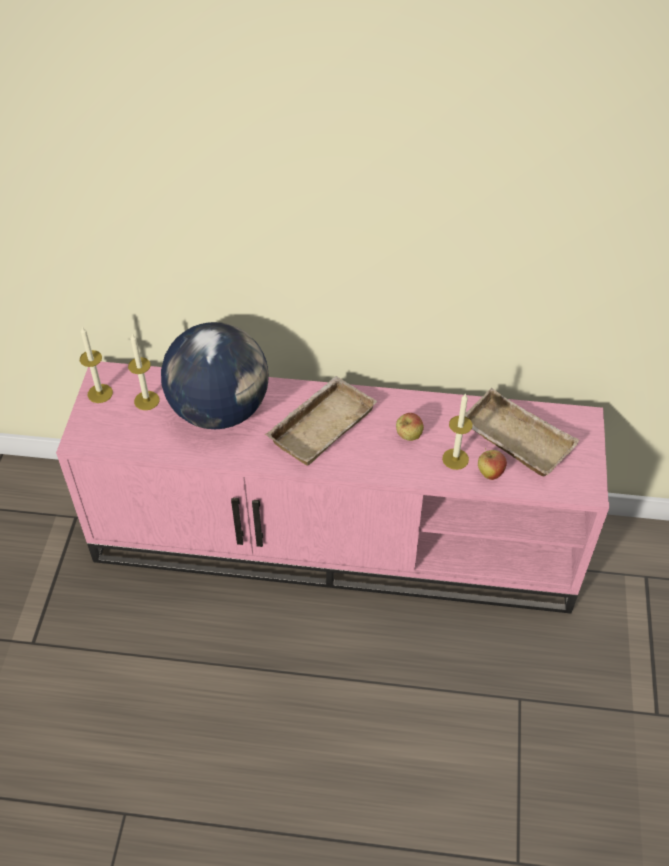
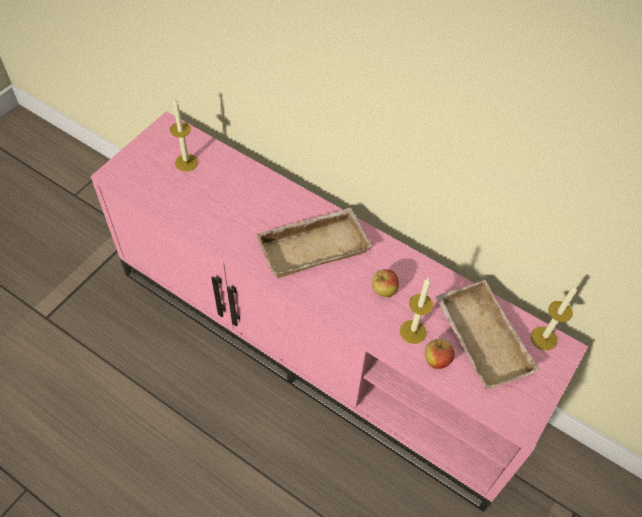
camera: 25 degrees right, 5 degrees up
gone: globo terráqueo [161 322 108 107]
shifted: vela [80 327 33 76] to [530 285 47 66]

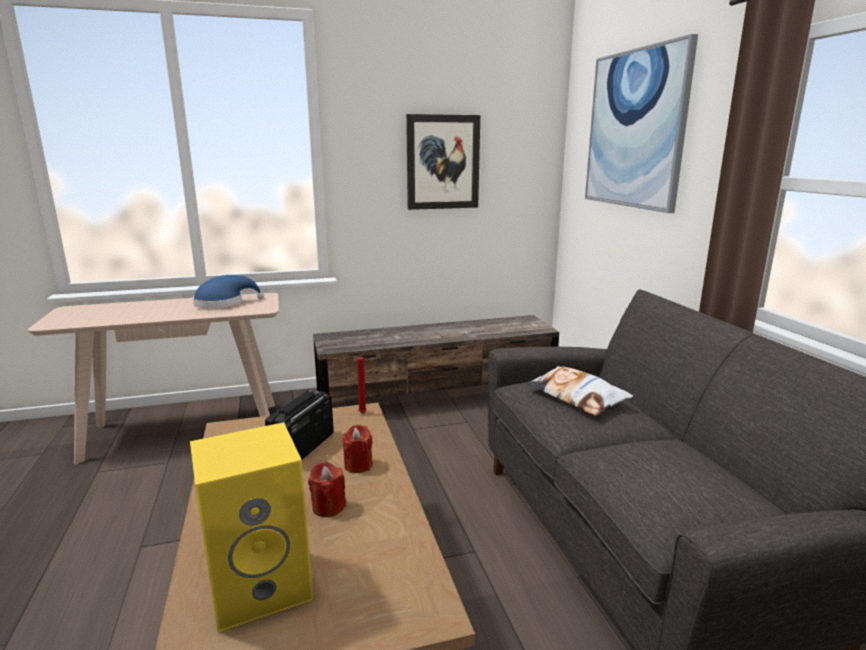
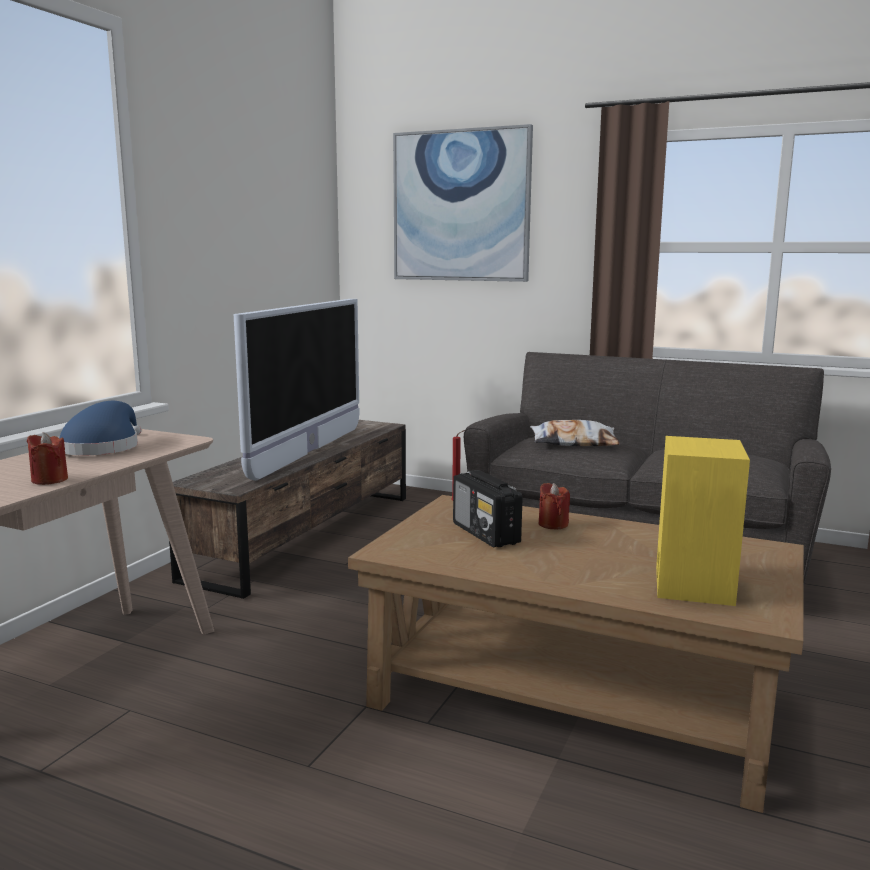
camera: 50 degrees left, 5 degrees down
gone: cuadro [406 114 74 96]
new: televisor [234 299 125 182]
shifted: vela/rojo [308 461 38 56] to [26 432 42 53]

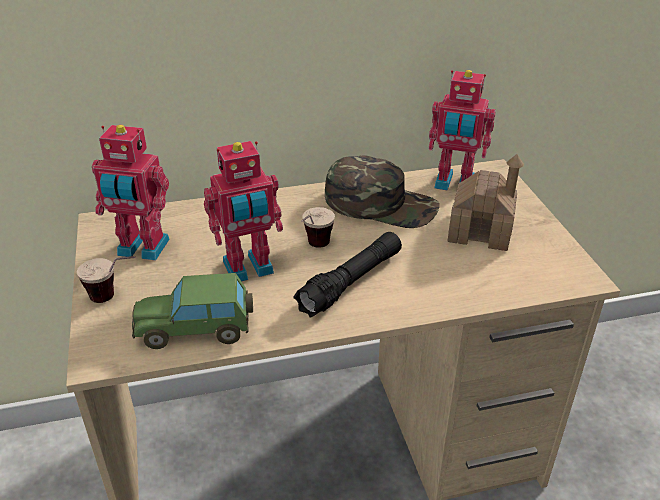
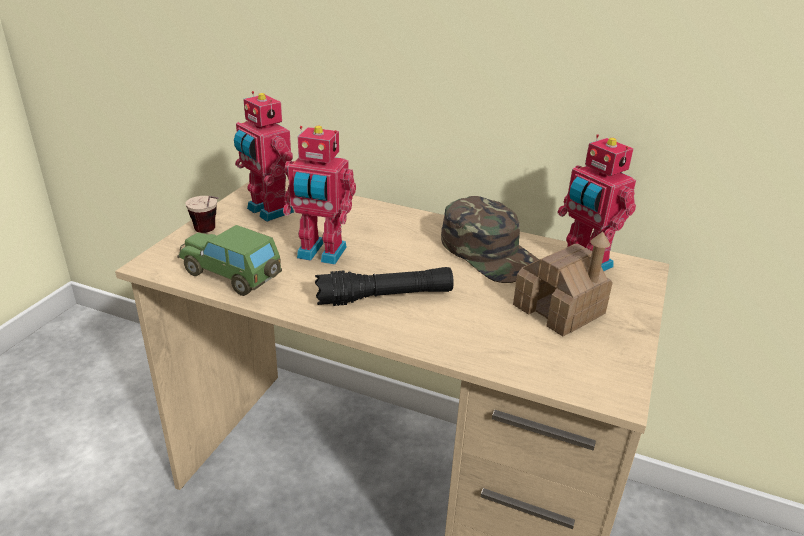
camera: 35 degrees right, 5 degrees down
gone: taza [301 207 34 41]

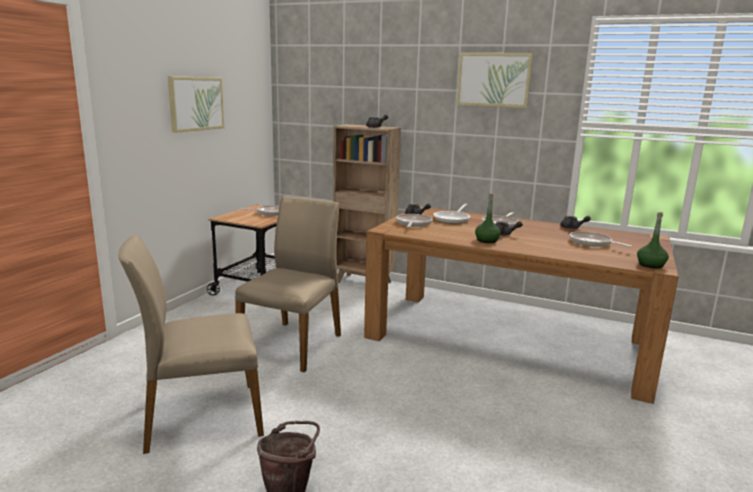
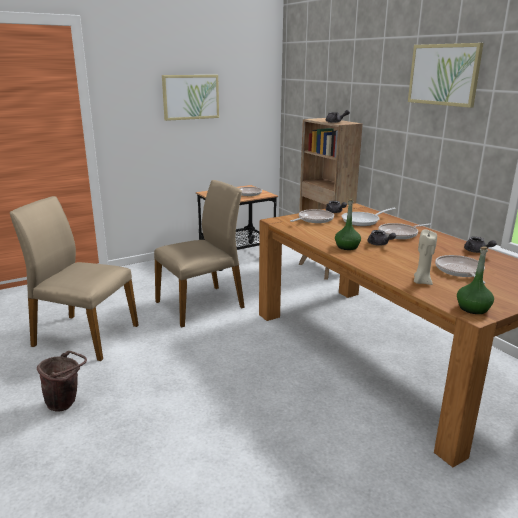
camera: 35 degrees right, 5 degrees up
new: vela/beis [414 230 23 55]

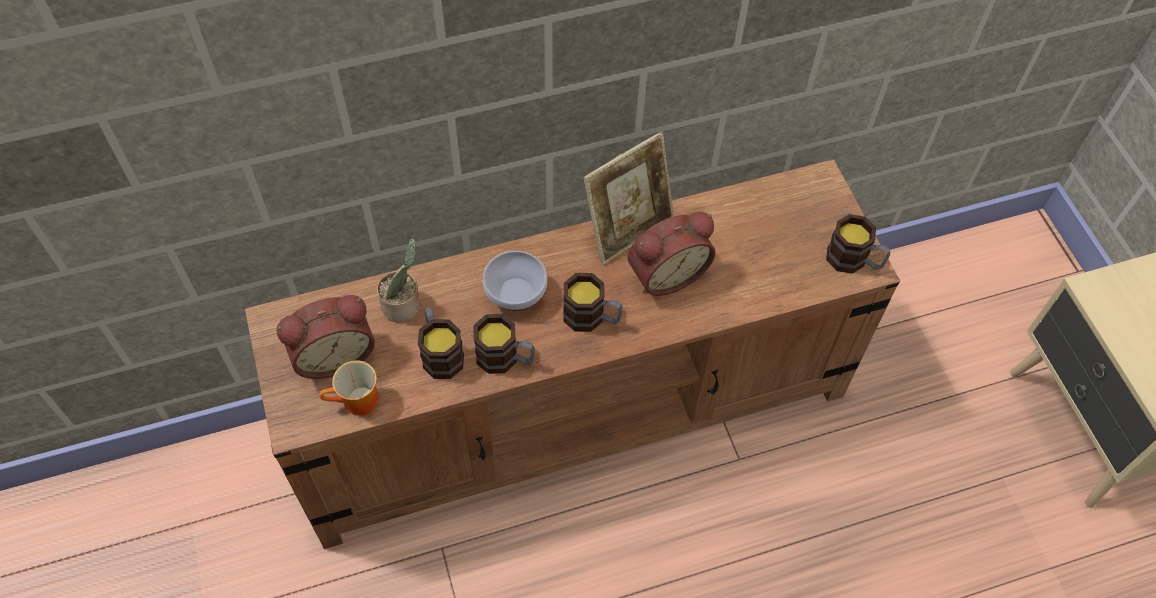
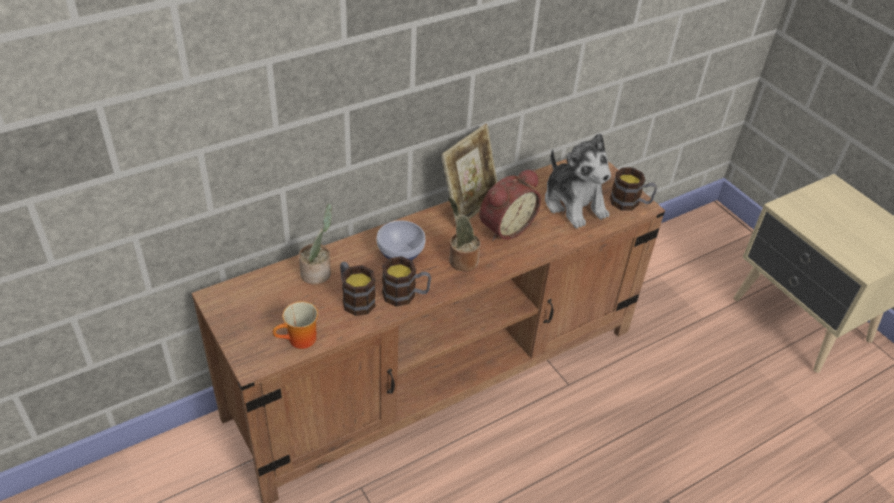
camera: 15 degrees left, 15 degrees down
gone: despertador [276 295 99 84]
new: peluche [545 133 66 95]
swapped: taza grande [563 273 60 59] to planta en maceta [448 197 32 75]

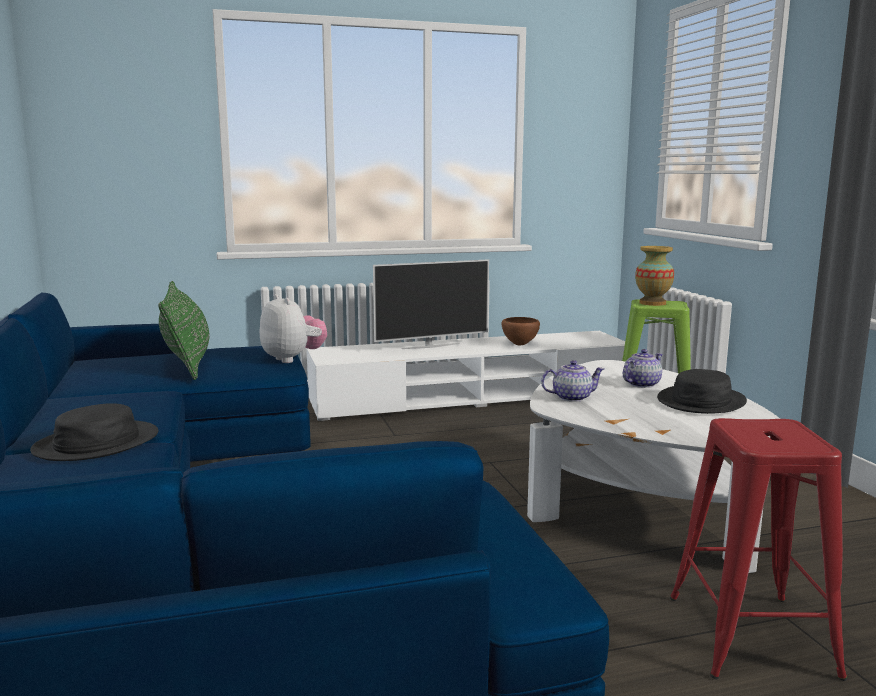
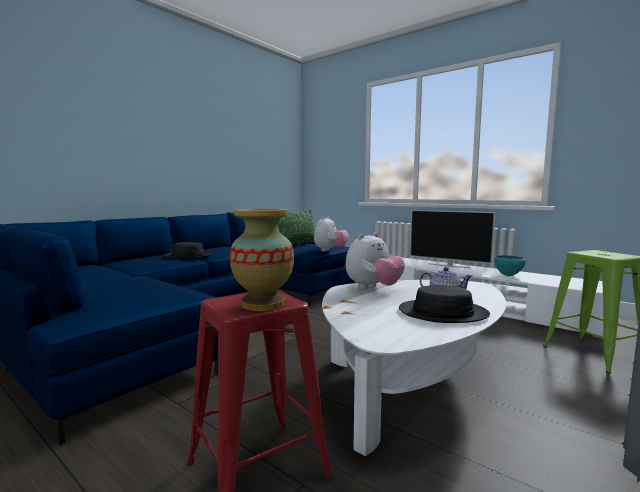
camera: 55 degrees right, 5 degrees down
shifted: florero [635 246 39 60] to [230 209 64 102]
swapped: tetera [541 360 63 42] to peluche [346 233 59 56]
repainted: cuenco/marrón [501 317 39 28] to cuenco/turquesa [494 255 32 21]

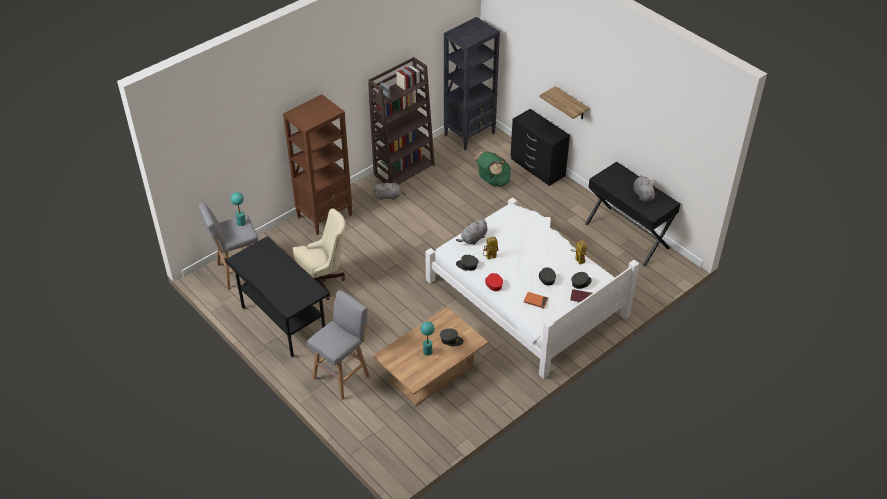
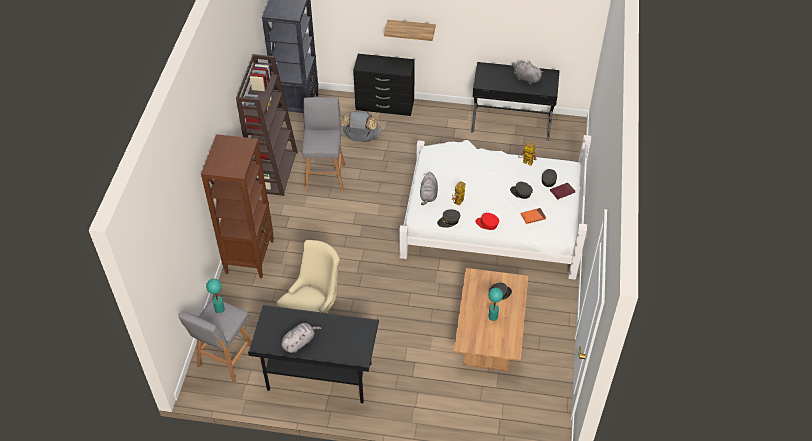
camera: 40 degrees left, 5 degrees up
shifted: peluche/gris [373 183 33 17] to [281 323 40 30]; taburete/gris [307 290 63 110] to [302 97 43 94]
repainted: mochila/verde [473 151 38 36] to mochila/gris [341 111 40 31]

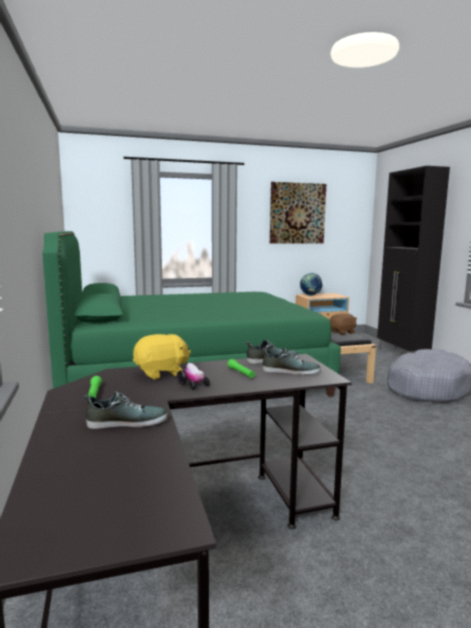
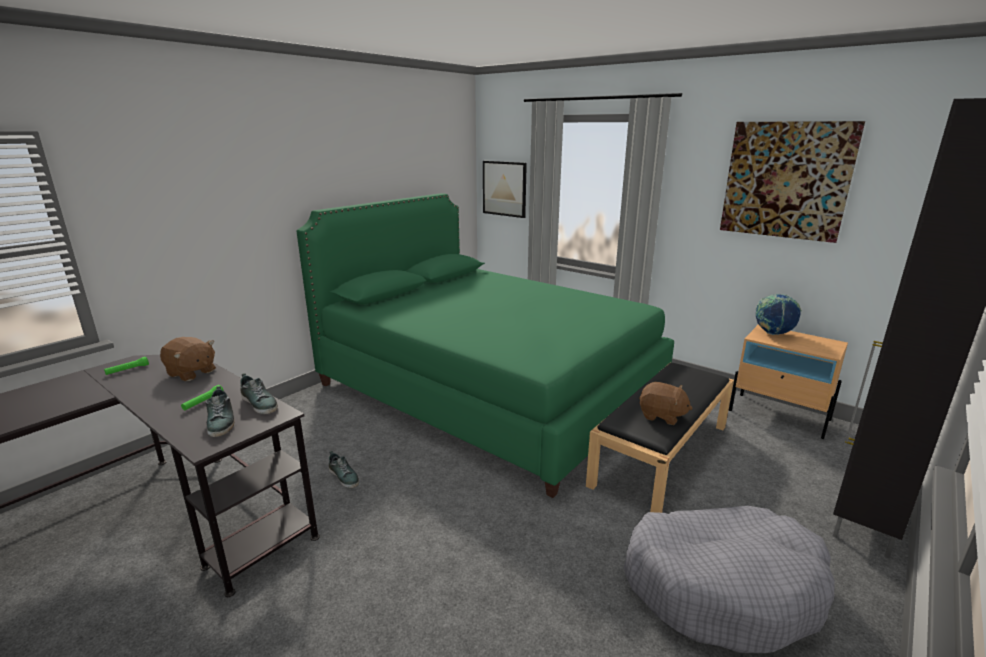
camera: 55 degrees right, 10 degrees up
gone: coche de juguete [177 363 33 27]
new: cuadro [483 161 44 57]
shifted: zapato [84 391 84 38] to [329 451 30 37]
repainted: peluche/amarillo [133 334 58 45] to peluche/marrón [160 337 56 44]

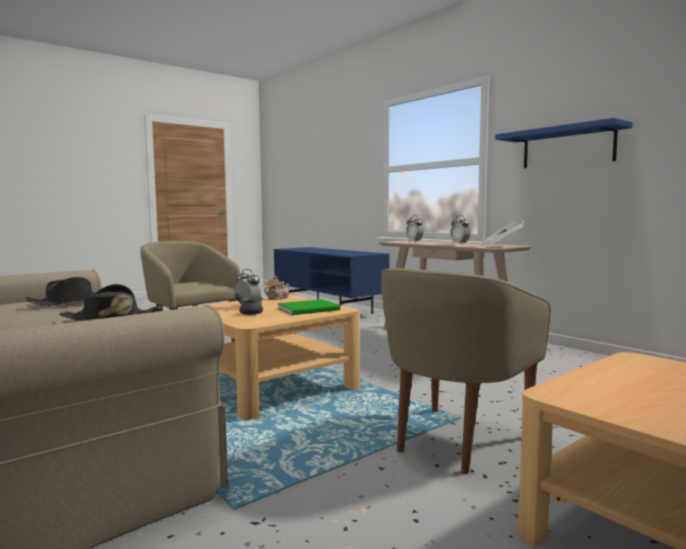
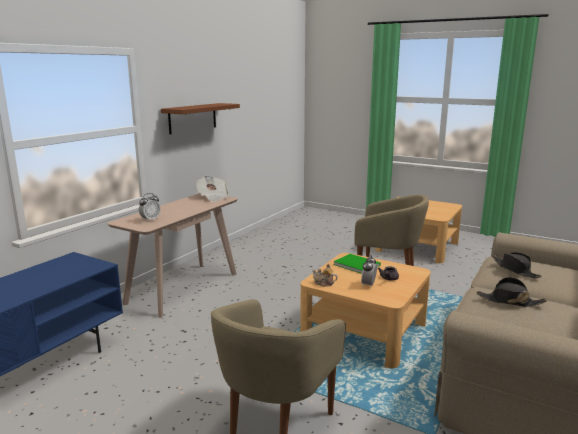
camera: 110 degrees left, 10 degrees up
gone: despertador [450 215 21 30]
repainted: estante/azul [495 118 138 50] to estante/marrón [161 103 79 31]

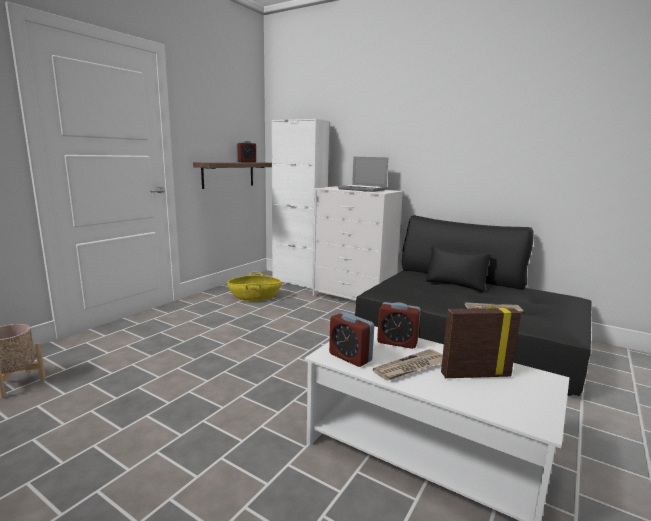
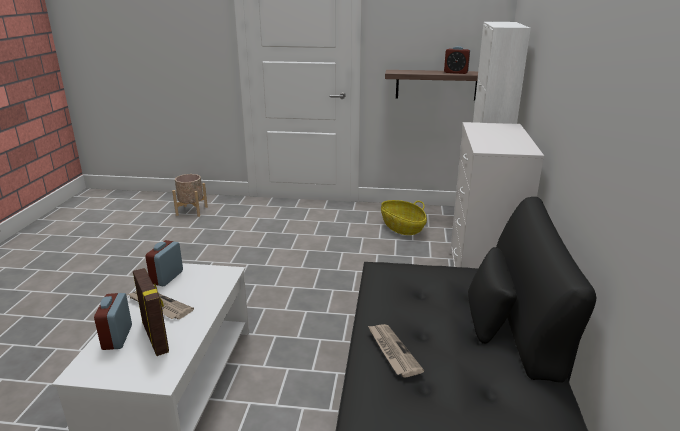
camera: 65 degrees right, 10 degrees up
gone: portátil [338 157 50 35]
shifted: despertador [377 302 44 47] to [94 293 38 57]

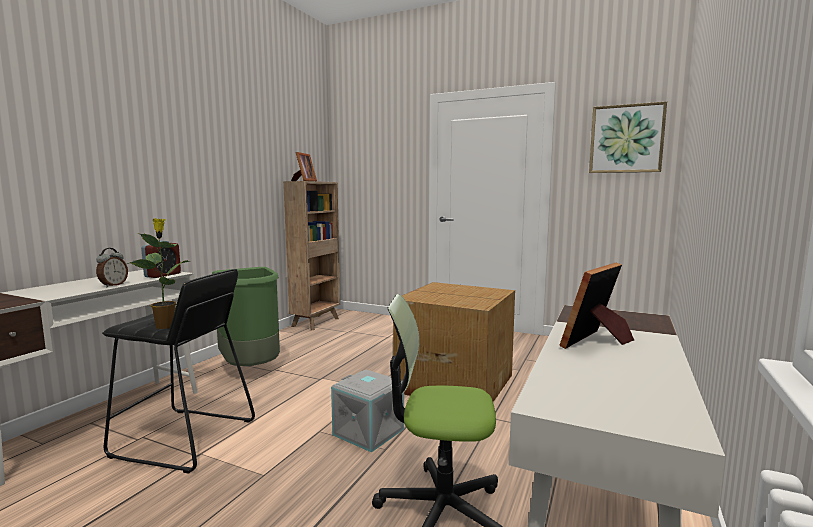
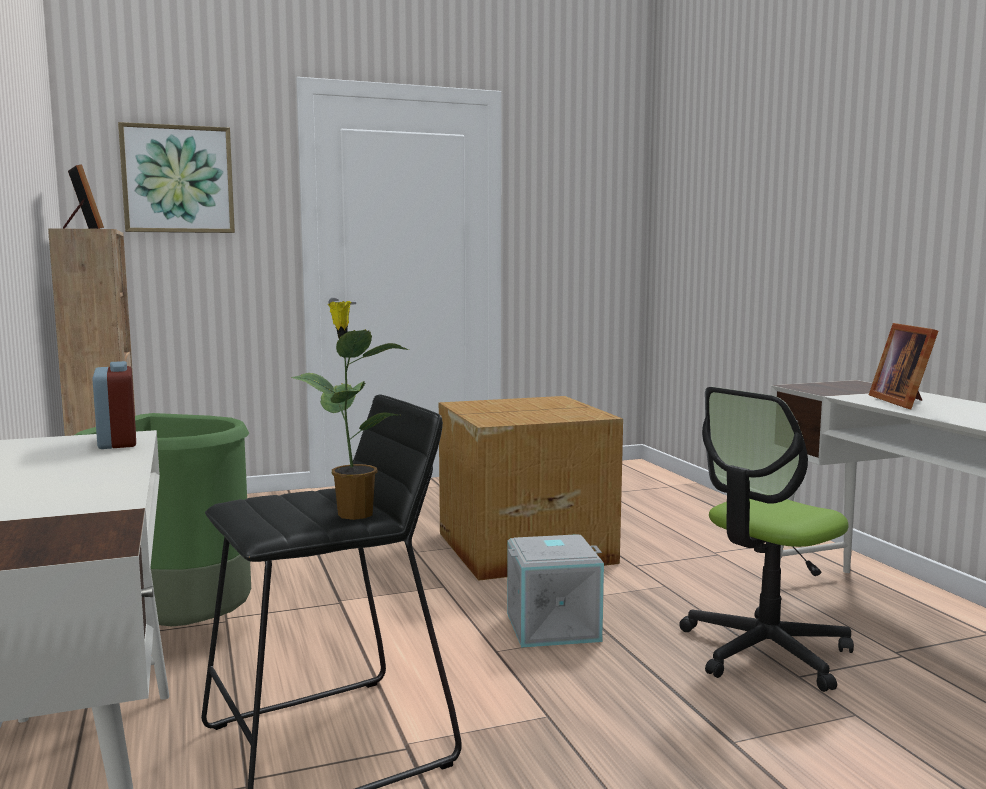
camera: 45 degrees left, 0 degrees up
gone: despertador [96 248 32 40]
shifted: cuadro [589 101 78 72] to [118 122 117 111]

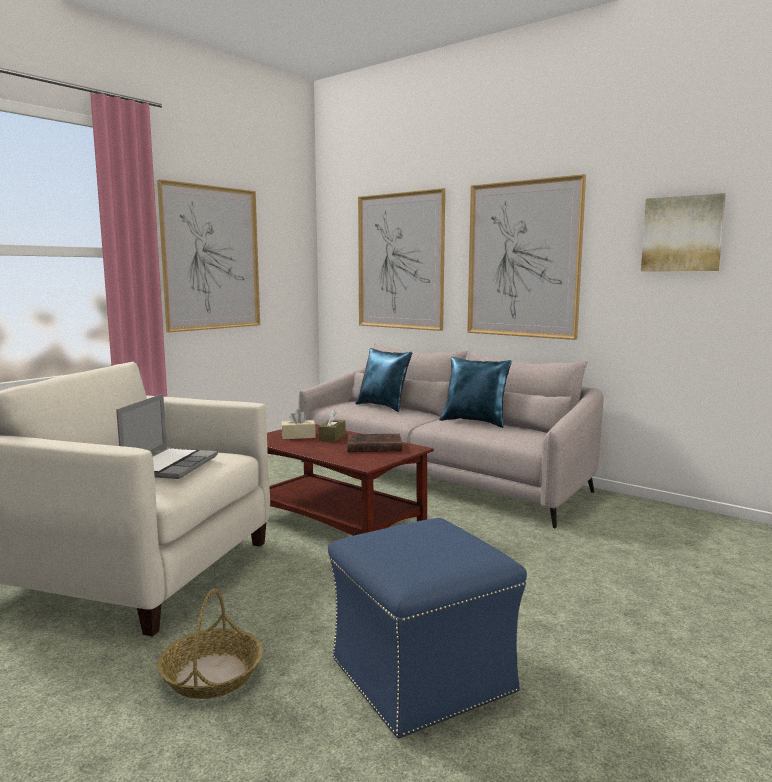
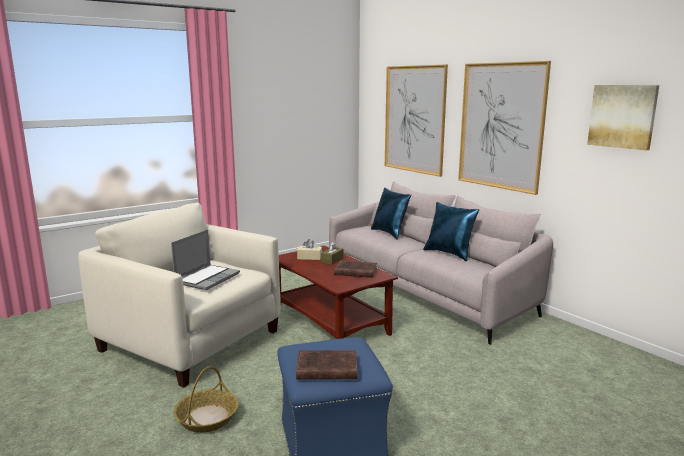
camera: 15 degrees right, 5 degrees up
gone: cuadro [157 179 103 153]
new: libro/marrón [296 350 62 30]

